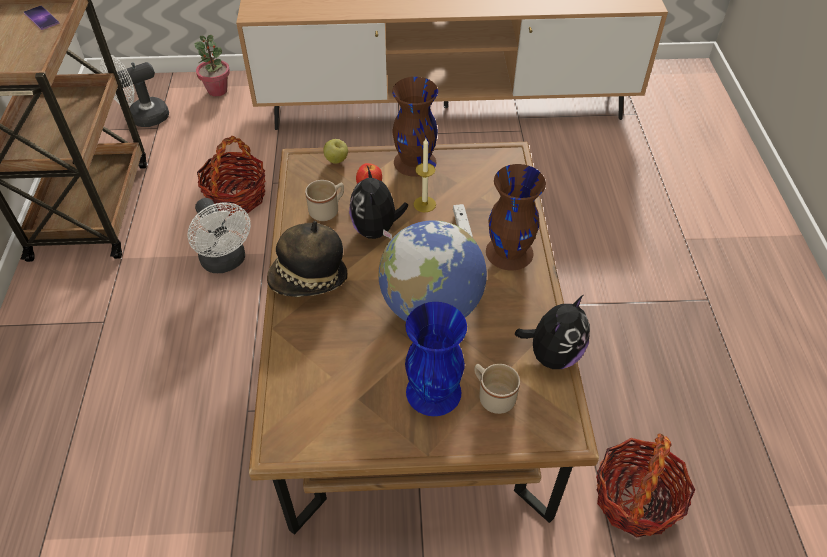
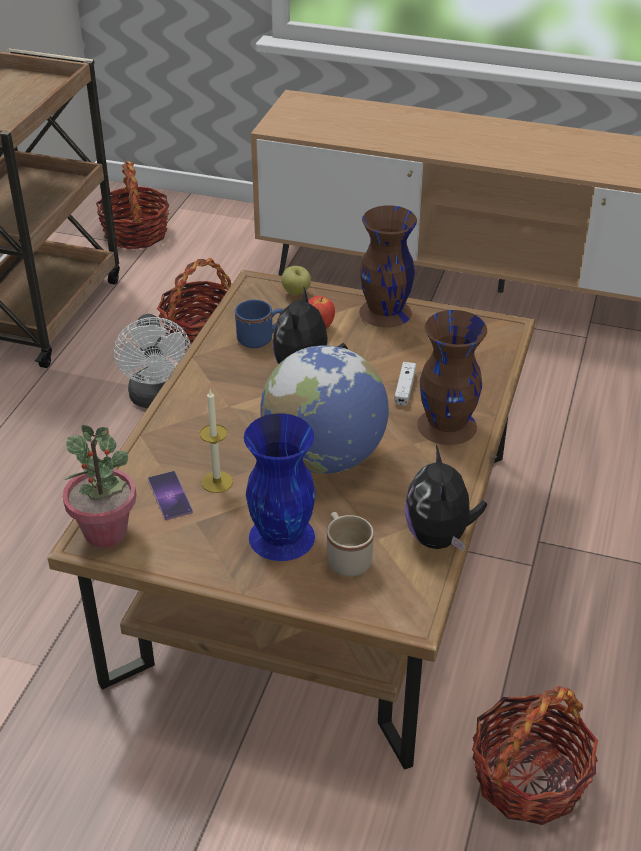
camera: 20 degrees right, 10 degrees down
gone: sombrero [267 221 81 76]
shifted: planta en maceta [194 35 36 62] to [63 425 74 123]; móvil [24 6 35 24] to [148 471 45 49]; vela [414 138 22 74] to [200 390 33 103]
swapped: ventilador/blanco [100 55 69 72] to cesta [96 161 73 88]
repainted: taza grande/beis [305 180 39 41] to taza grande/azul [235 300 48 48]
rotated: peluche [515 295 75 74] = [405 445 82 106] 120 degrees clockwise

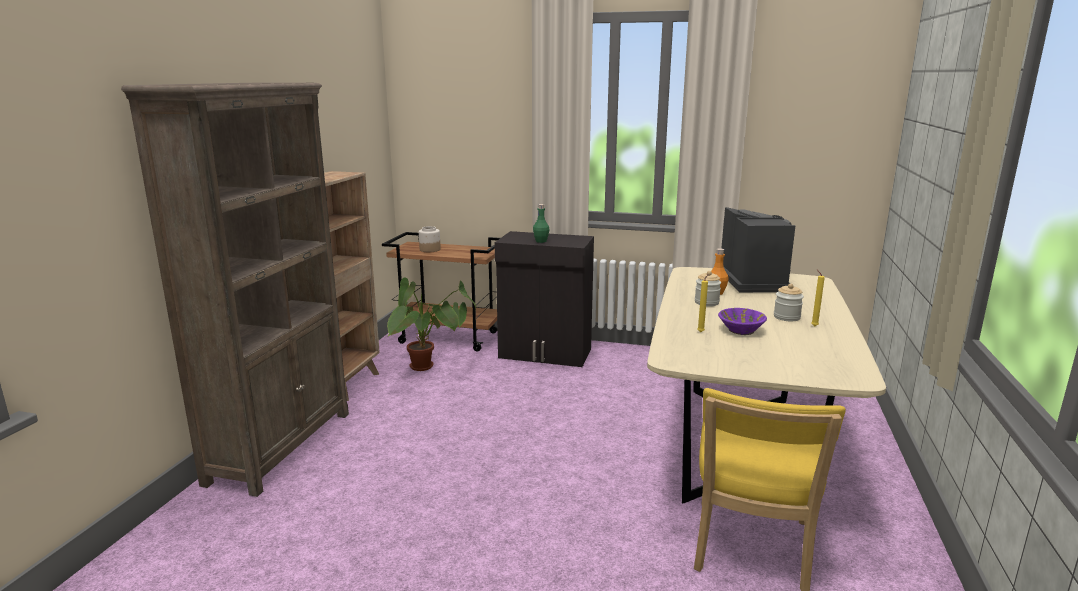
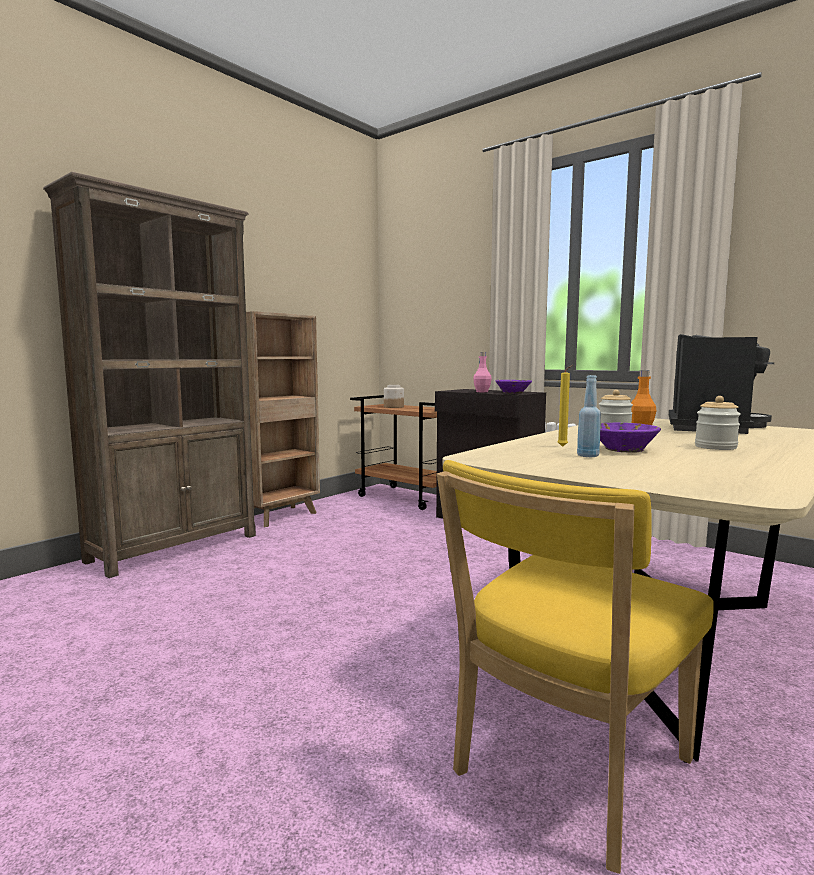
camera: 25 degrees right, 10 degrees down
gone: planta en maceta [387 277 89 94]; vela/amarillo [811 269 14 57]
new: cuenco/morado [496 380 36 14]; botella/azul [577 375 24 82]
repainted: botella/verde [533 204 16 39] to botella/rosa [473 352 19 40]

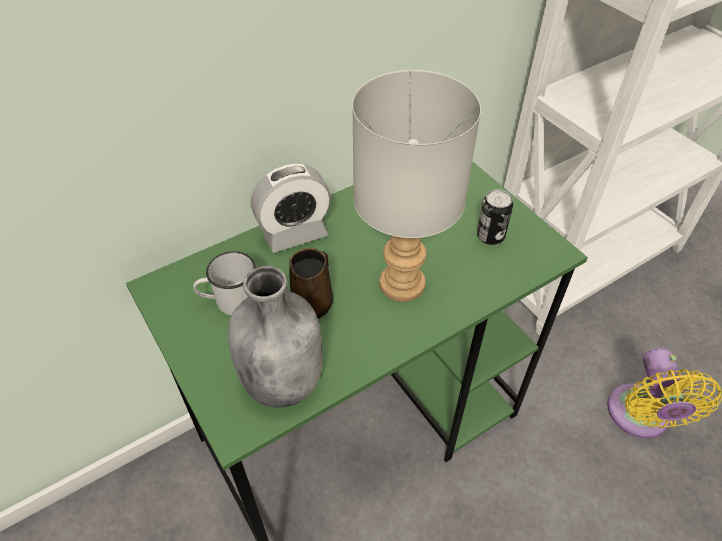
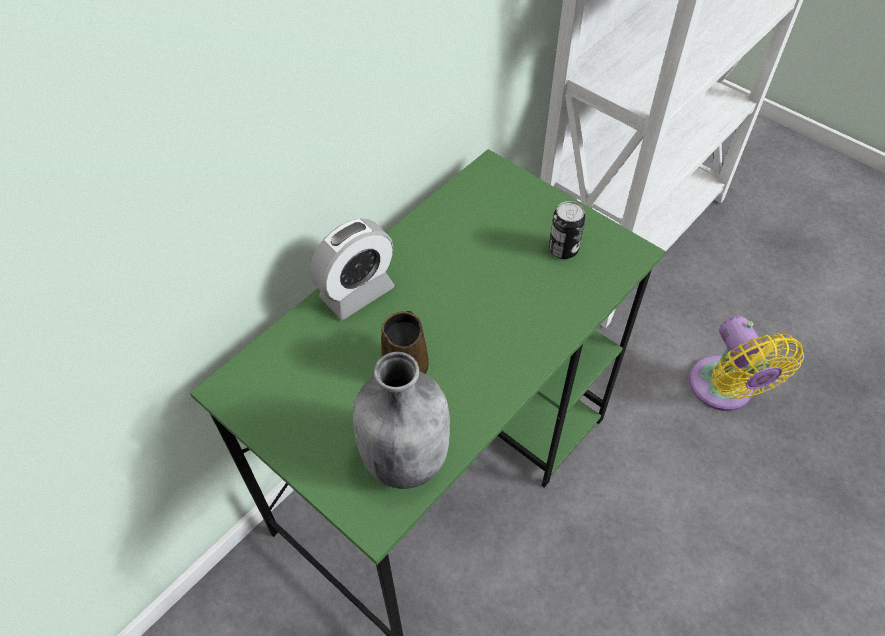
camera: 15 degrees left, 5 degrees up
gone: taza grande/blanco [193 251 63 65]; lámpara de mesa/gris [352 70 129 232]

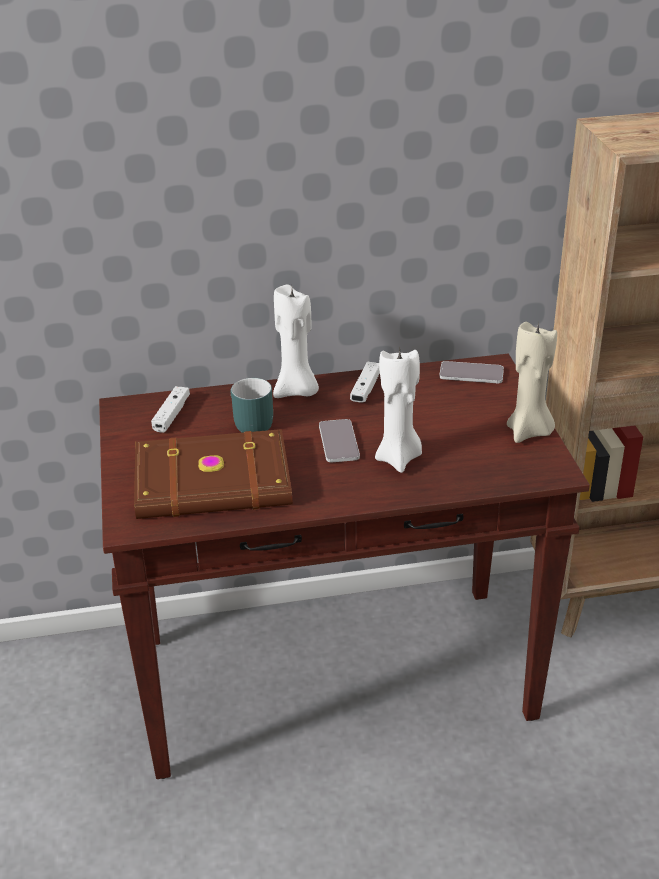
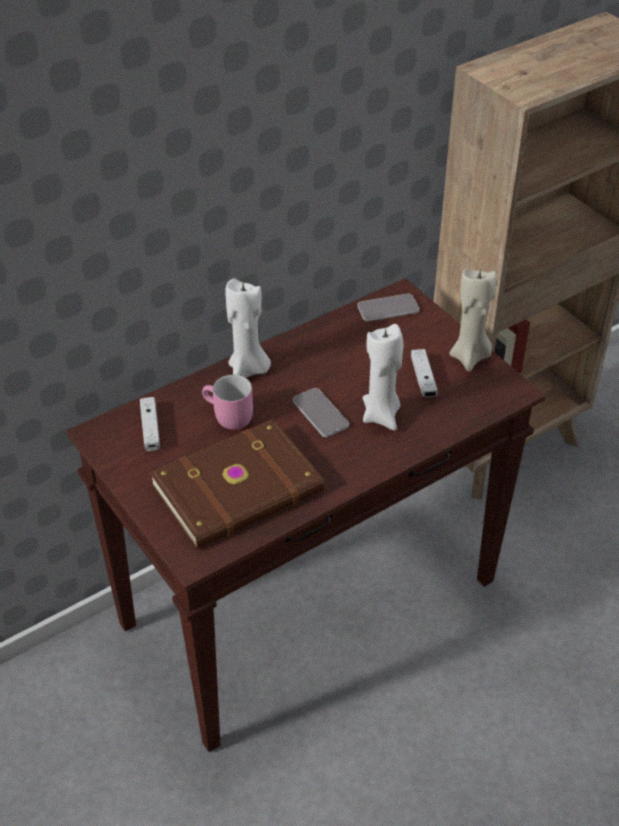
camera: 25 degrees left, 10 degrees up
shifted: mando de consola/blanco [350 362 30 41] to [411 349 27 48]
repainted: taza grande/turquesa [230 378 43 55] to taza grande/rosa [202 375 51 55]

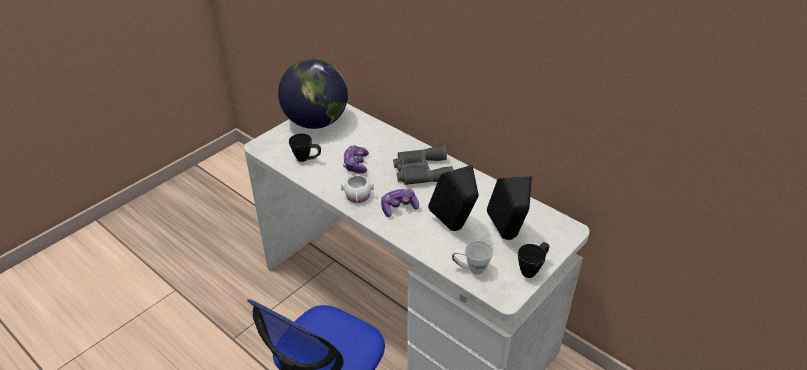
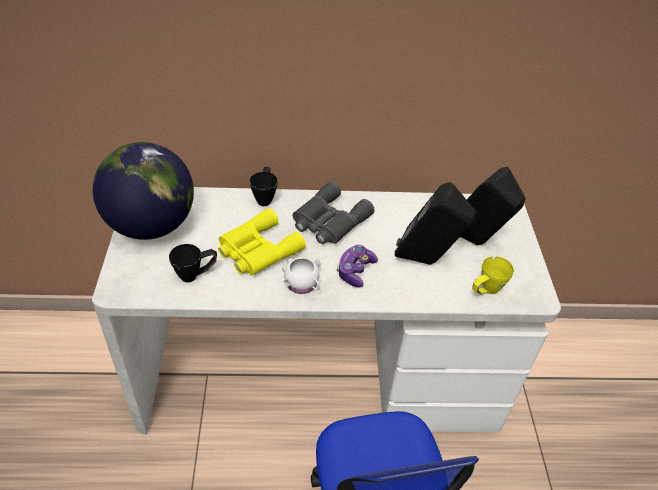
camera: 45 degrees left, 5 degrees up
shifted: taza grande/negro [518 242 32 36] to [250 167 28 39]
swapped: mando de consola [343 145 26 29] to prismáticos/amarillo [218 208 88 67]
repainted: taza grande/blanco [451 241 42 34] to taza grande/amarillo [472 256 42 38]

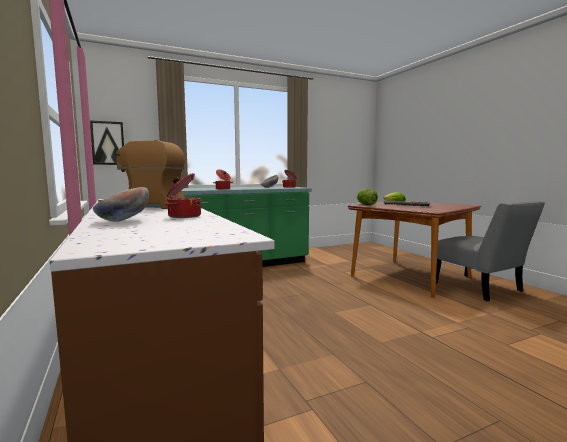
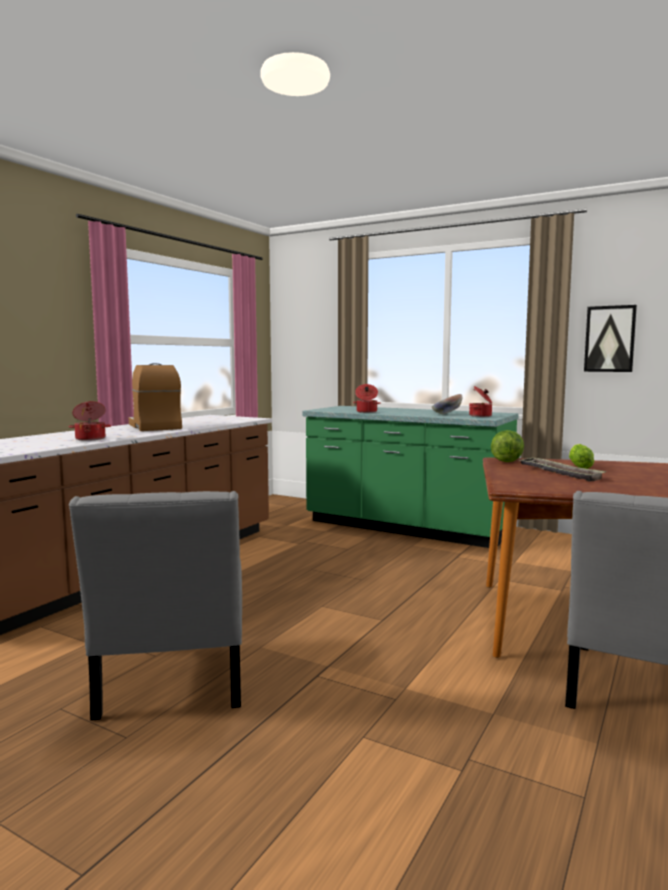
camera: 55 degrees right, 0 degrees up
gone: cuenco [93 187 56 35]
new: silla/gris [69 491 173 230]
shifted: cuadro [90 120 34 45] to [584 305 53 67]

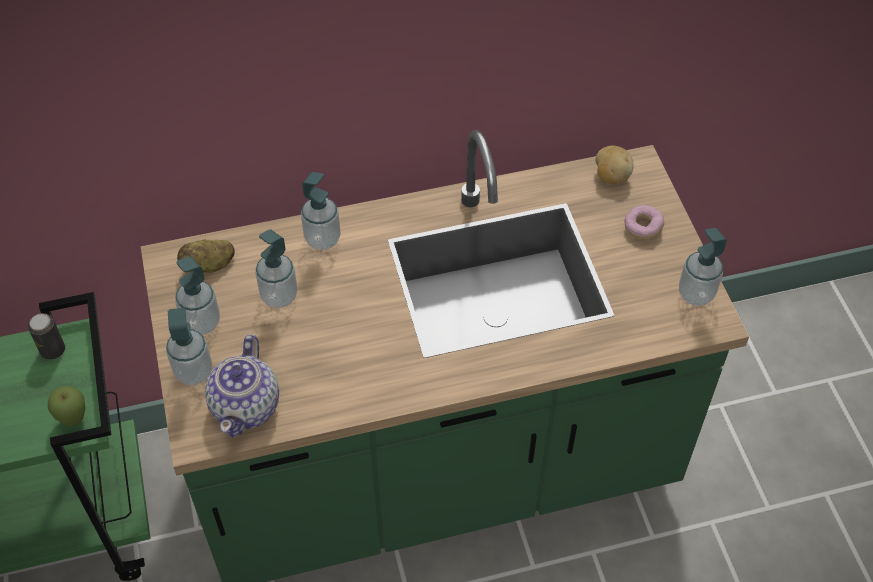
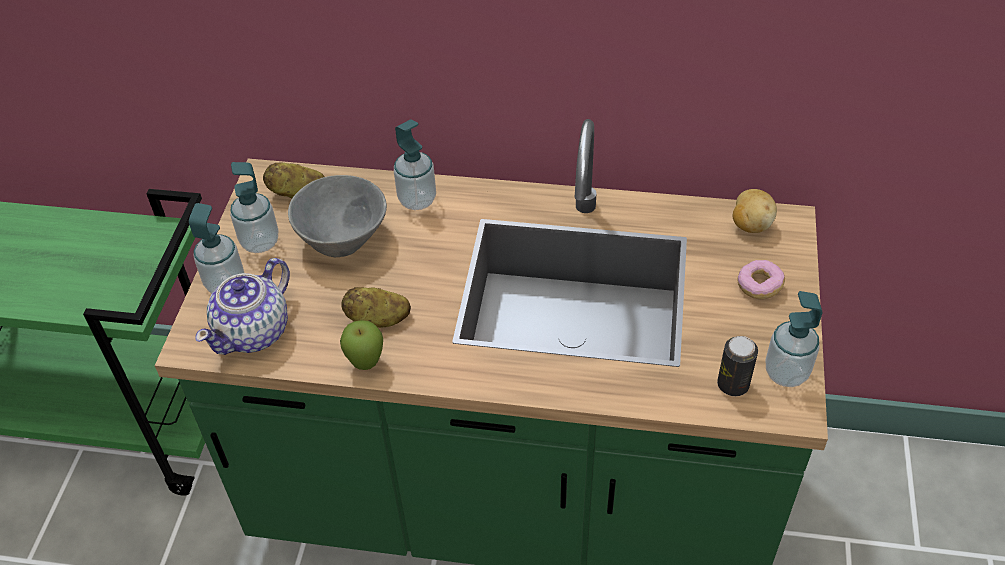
camera: 25 degrees right, 5 degrees down
new: patata [341 287 70 41]
shifted: manzana [48 386 37 40] to [340 320 43 50]; lata [28 314 37 46] to [717 336 41 60]
swapped: dispensador de jabón [255 229 43 79] to cuenco/gris [288 175 99 83]

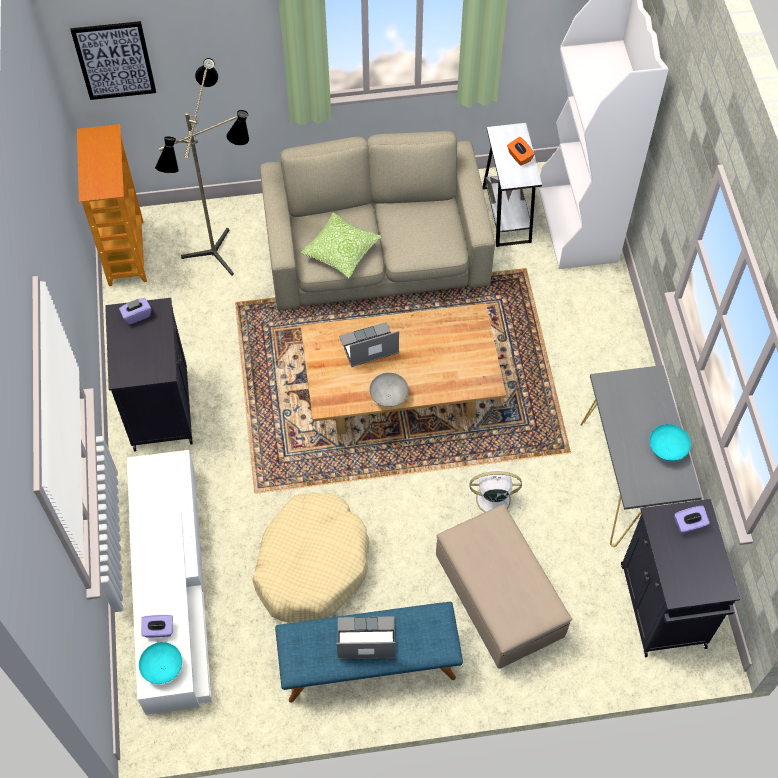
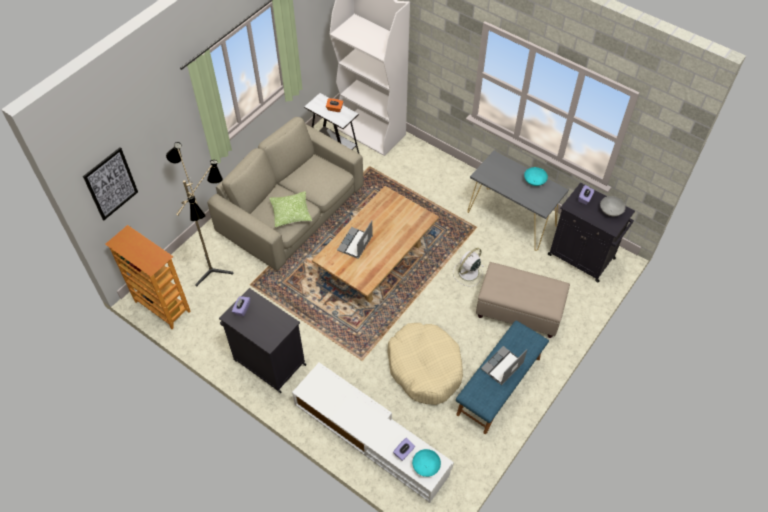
camera: 45 degrees left, 5 degrees down
shifted: cuenco/gris [369 373 40 34] to [600 196 26 20]

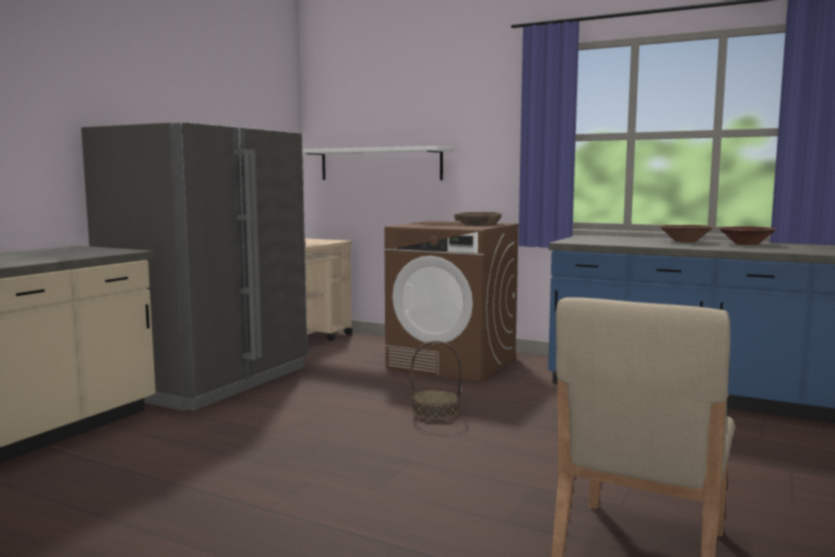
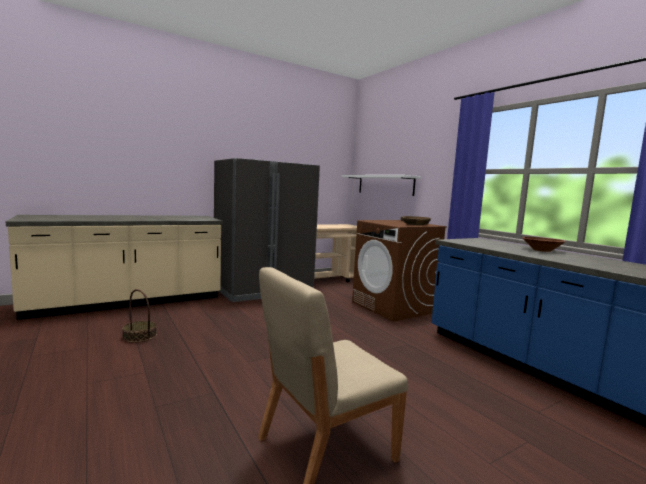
camera: 30 degrees right, 0 degrees up
gone: cuenco/marrón [719 226 58 19]
shifted: cesta [410 341 52 79] to [122 289 35 54]

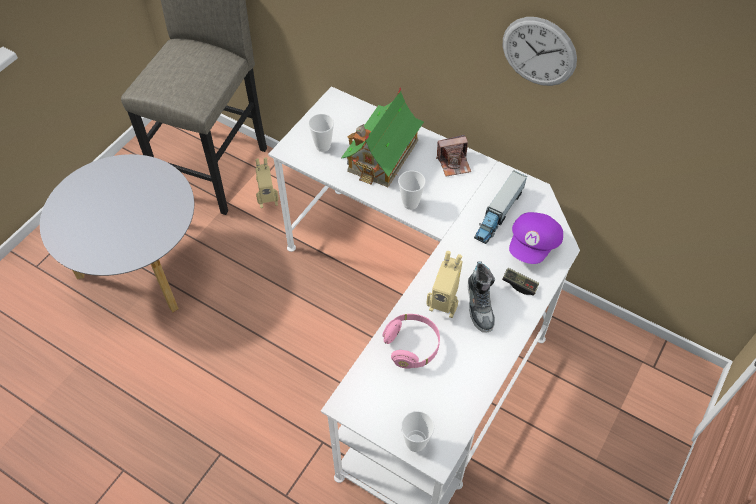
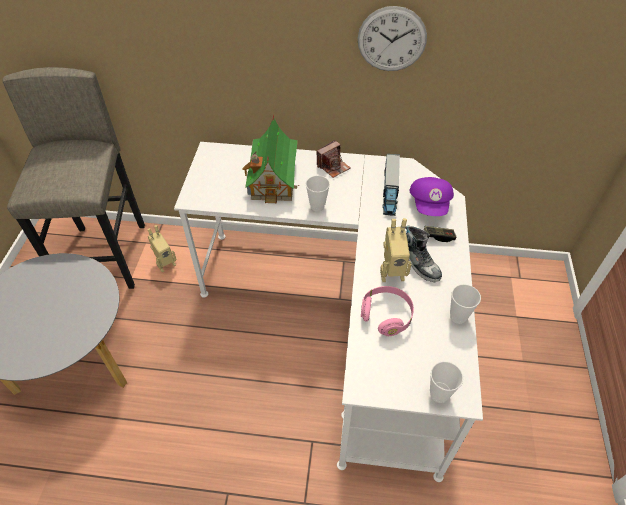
camera: 25 degrees left, 5 degrees down
shifted: taza [308 114 26 38] to [450 284 31 40]

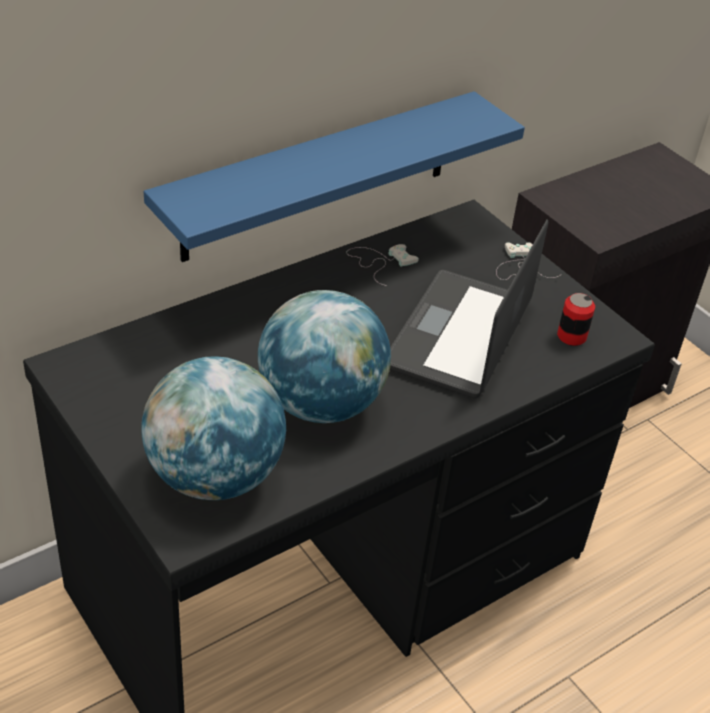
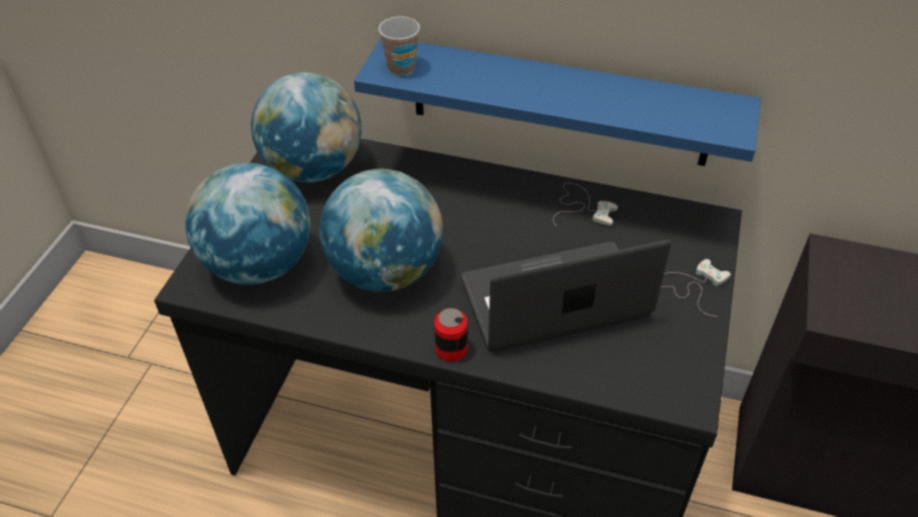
camera: 55 degrees right, 5 degrees up
new: globo terráqueo [251 72 111 110]; taza [379 16 41 59]
shifted: lata [557 293 38 53] to [434 308 33 54]

